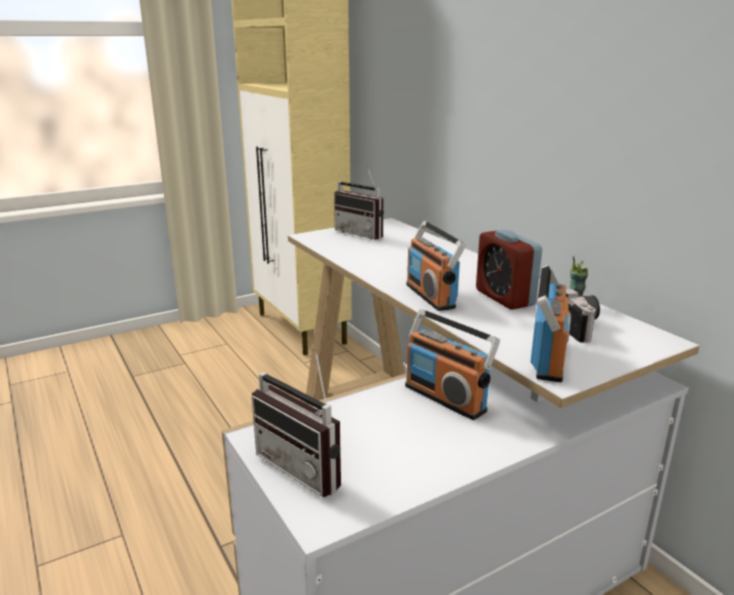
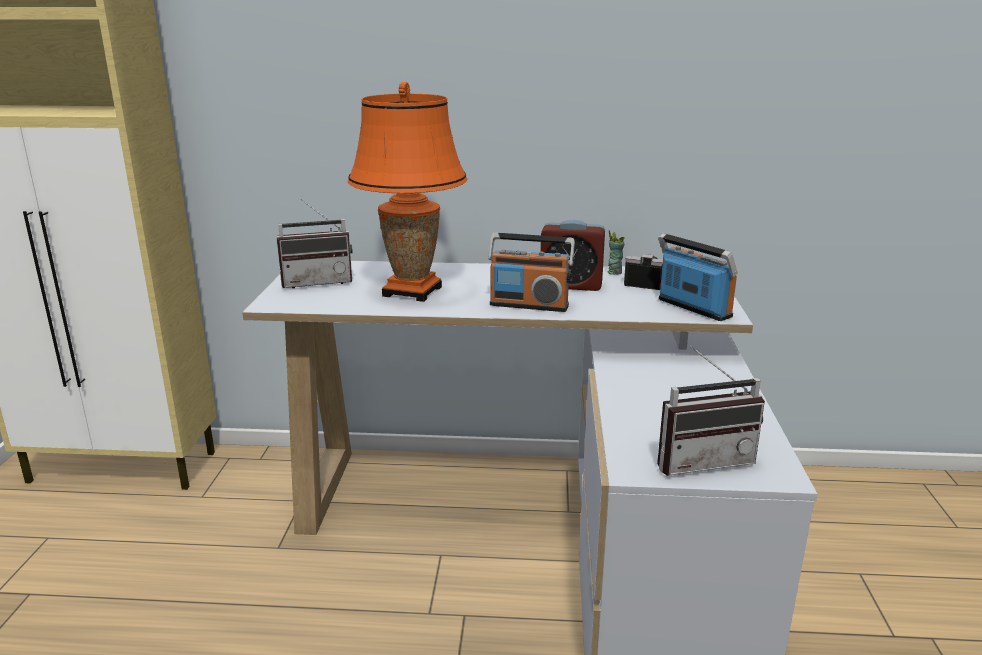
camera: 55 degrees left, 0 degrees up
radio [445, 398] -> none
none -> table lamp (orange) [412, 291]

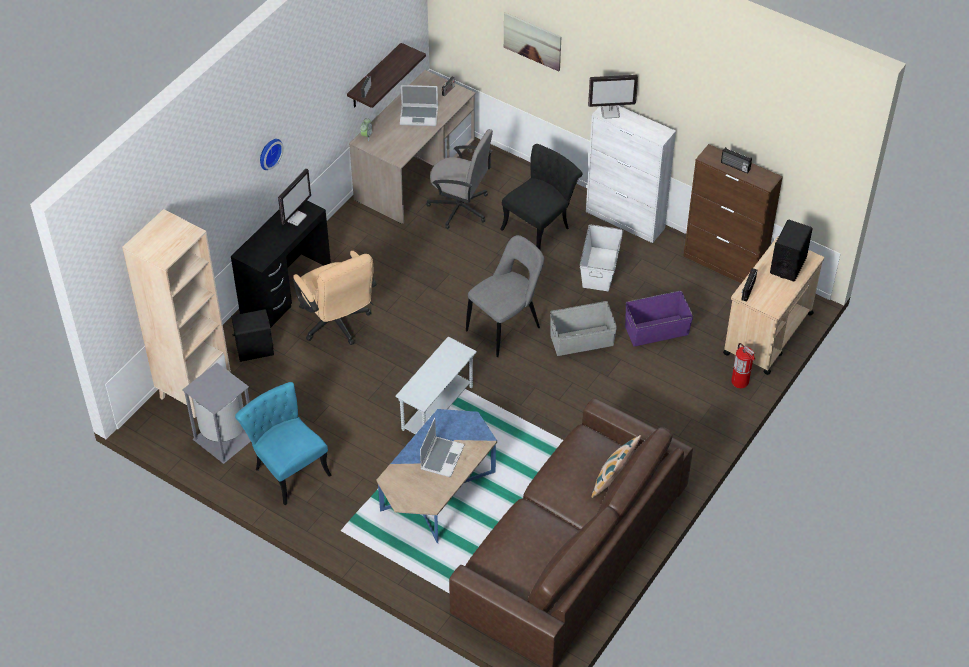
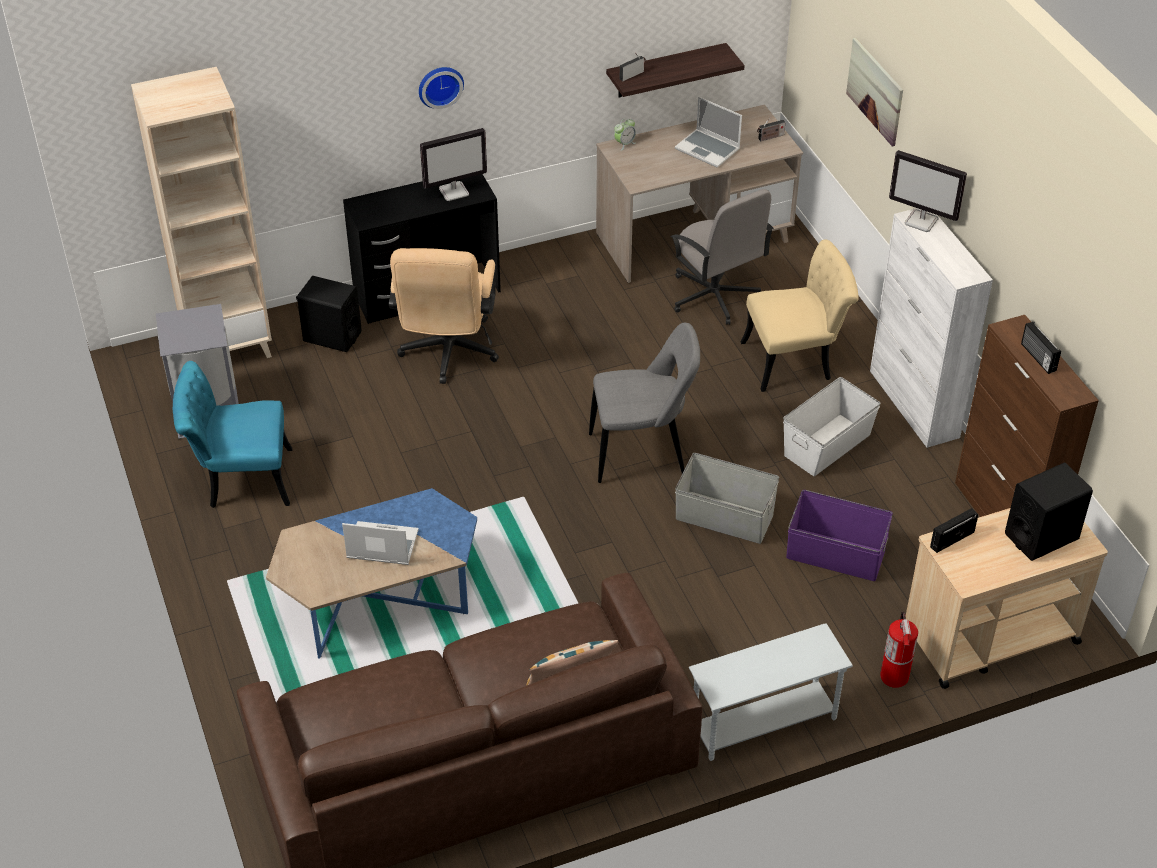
camera: 35 degrees right, 5 degrees down
chair (black) [540, 225] -> chair (beige) [796, 360]
side table (white) [438, 409] -> side table (white) [764, 723], relocated
chair (turquoise) [287, 467] -> chair (turquoise) [240, 479], 90 degrees counterclockwise
laptop [442, 457] -> laptop [381, 546], 135 degrees counterclockwise

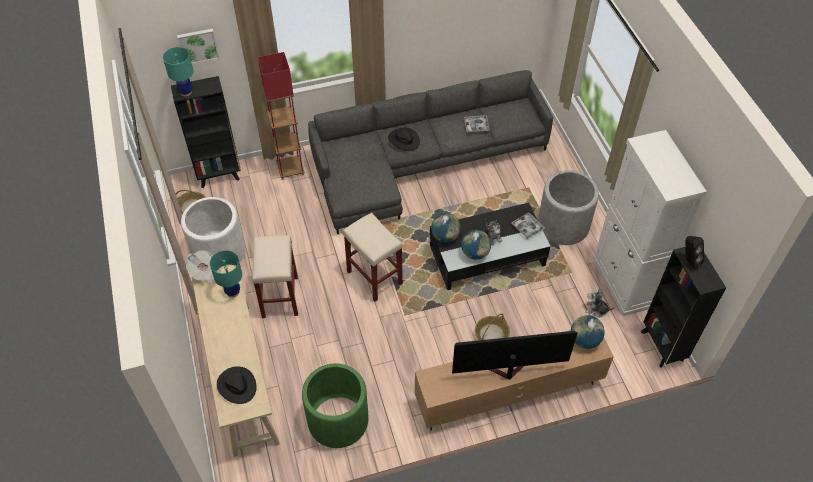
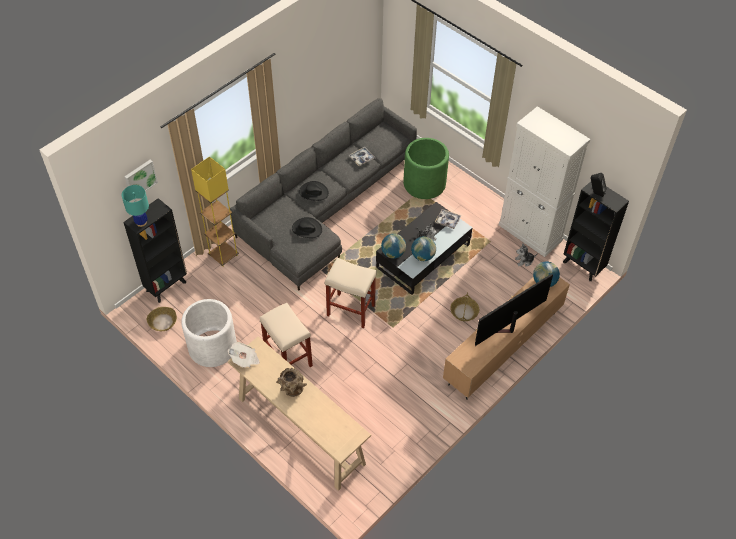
camera: 30 degrees left, 0 degrees up
floor lamp (red) [290, 169] -> floor lamp (yellow) [223, 255]
planter (grey) [563, 225] -> none
table lamp (turquoise) [232, 292] -> none
planter (green) [338, 420] -> planter (green) [424, 184], relocated
hat (black) [236, 385] -> hat (black) [307, 229], relocated
none -> vase (brown) [292, 391]

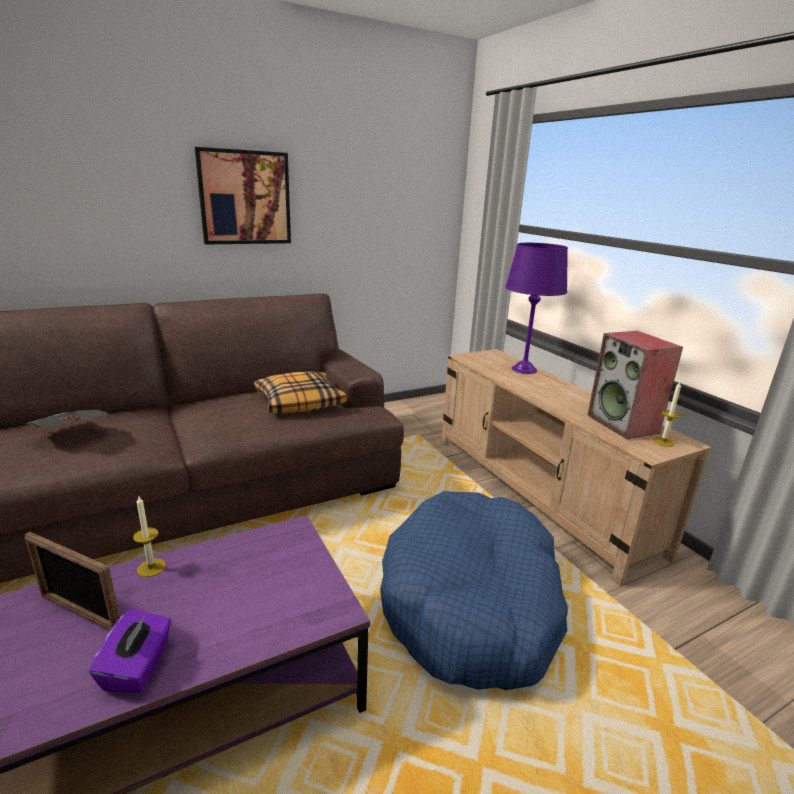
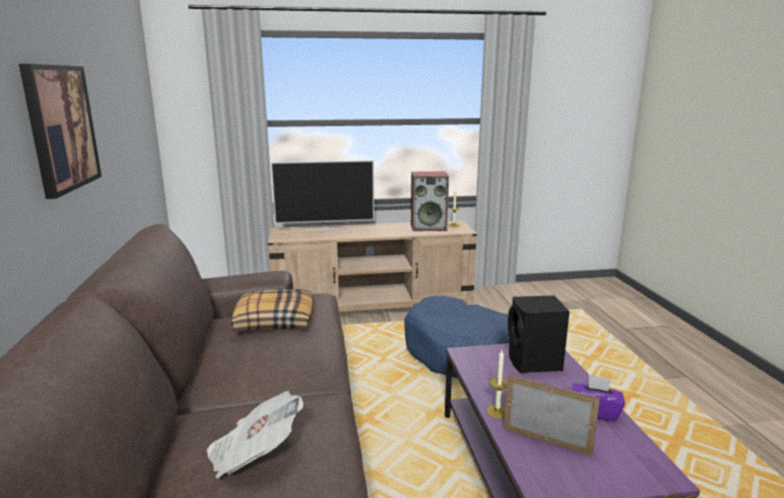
camera: 70 degrees left, 5 degrees down
table lamp (purple) [524, 369] -> television [325, 229]
picture frame [80, 613] -> picture frame [546, 440], 105 degrees counterclockwise
none -> speaker (black) [534, 363]

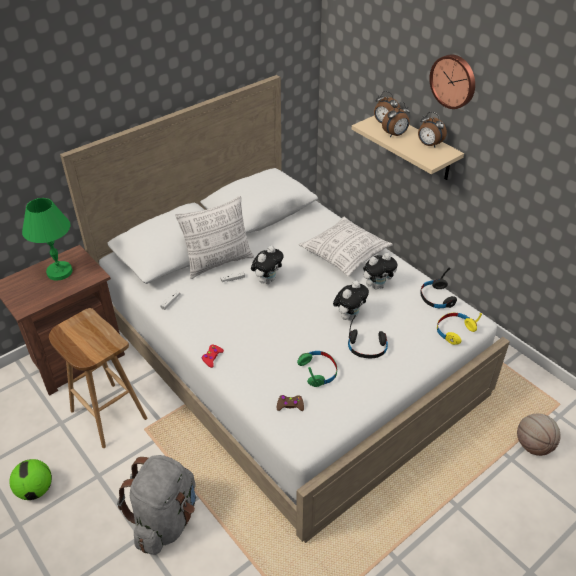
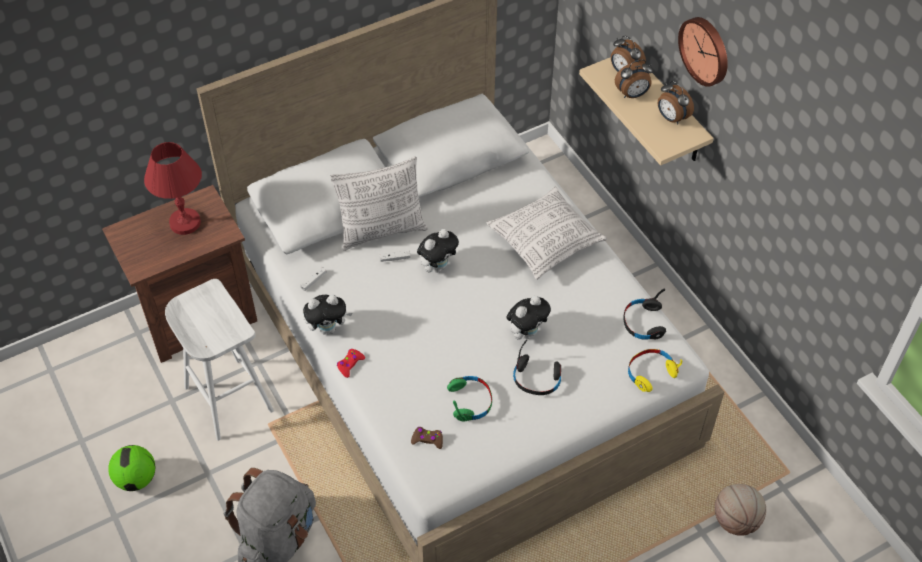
camera: 10 degrees right, 10 degrees up
table lamp (green) [59, 272] -> table lamp (red) [185, 223]
plush toy [377, 285] -> plush toy [328, 328], relocated
stool (brown) [107, 414] -> stool (white) [227, 398]

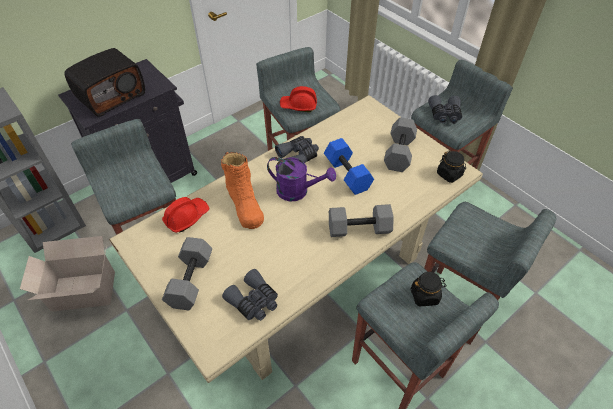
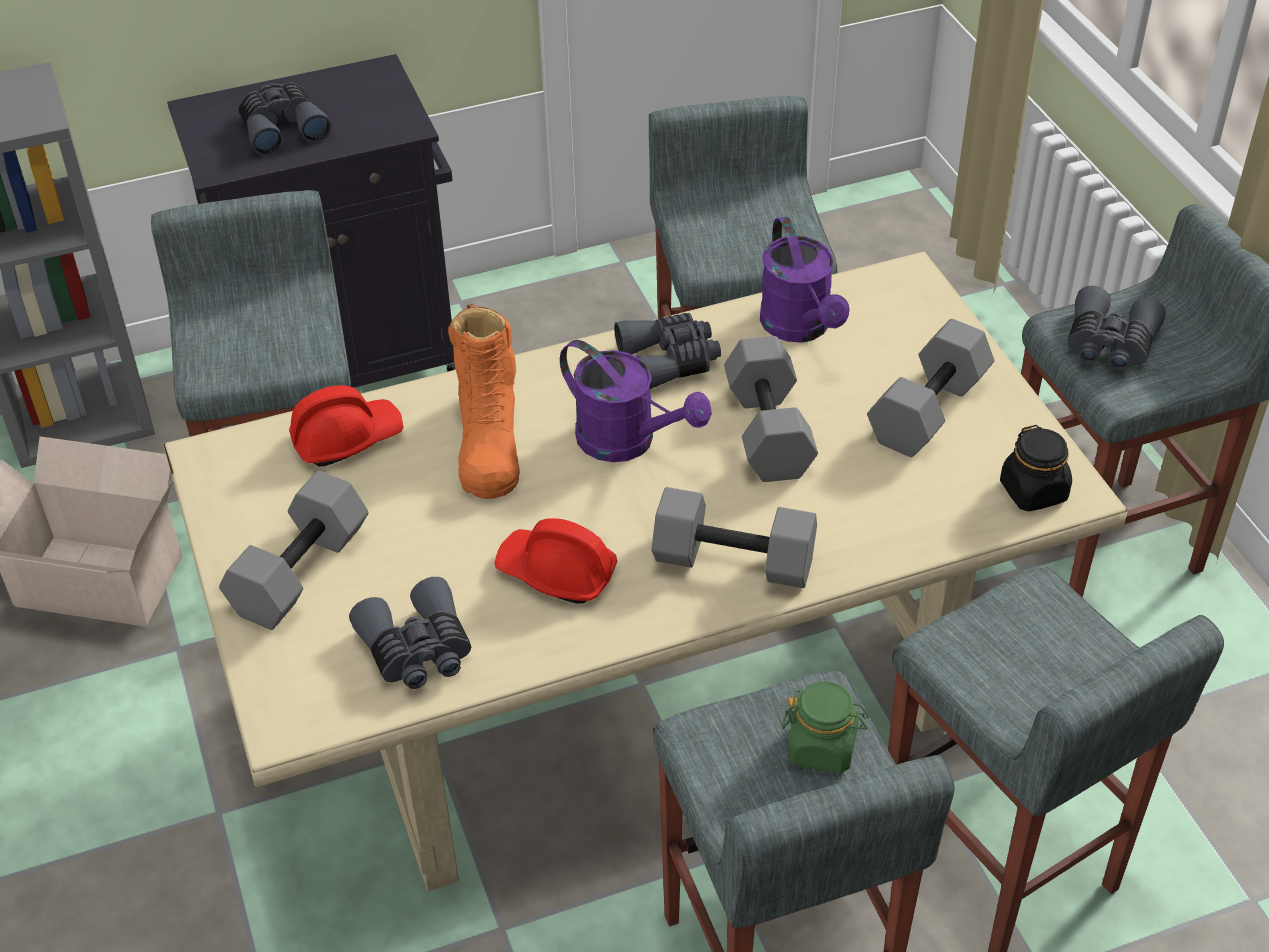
camera: 20 degrees right, 5 degrees down
radio [111, 96] -> binoculars (grey) [282, 128]
hard hat (red) [298, 106] -> hard hat (red) [556, 573], relocated
dumbbell (blue) [348, 174] -> dumbbell (grey) [771, 432]
jar (black) [425, 295] -> jar (green) [822, 747]
none -> watering can (purple) [800, 328]

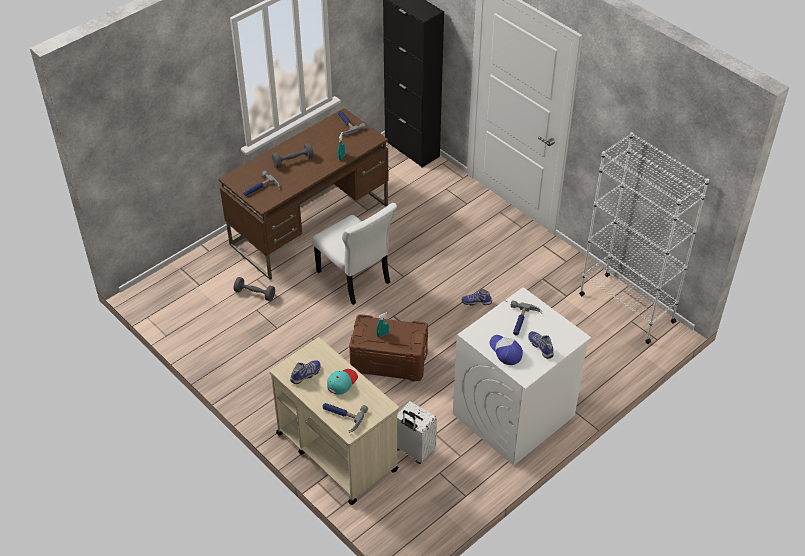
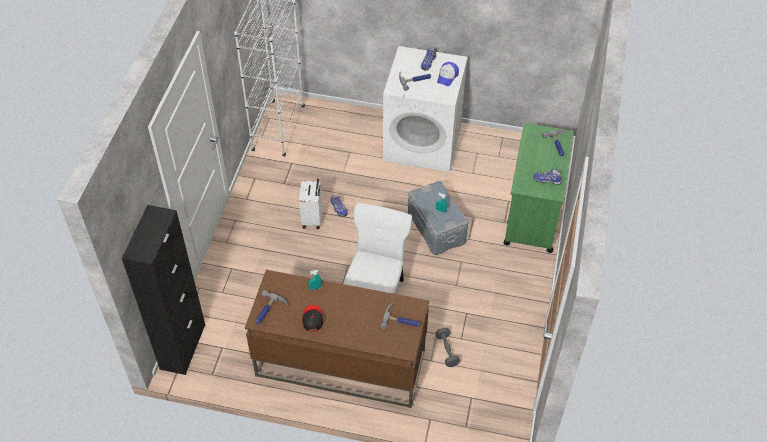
camera: 125 degrees left, 5 degrees up
dumbbell (grey) [293, 161] -> none
storage box (brown) [389, 360] -> storage box (grey) [435, 228]
cart (beige) [336, 451] -> cart (green) [533, 214]
cap (turquoise) [342, 382] -> none
suitcase (white) [413, 451] -> suitcase (white) [313, 219], relocated
none -> cap (black) [312, 319]

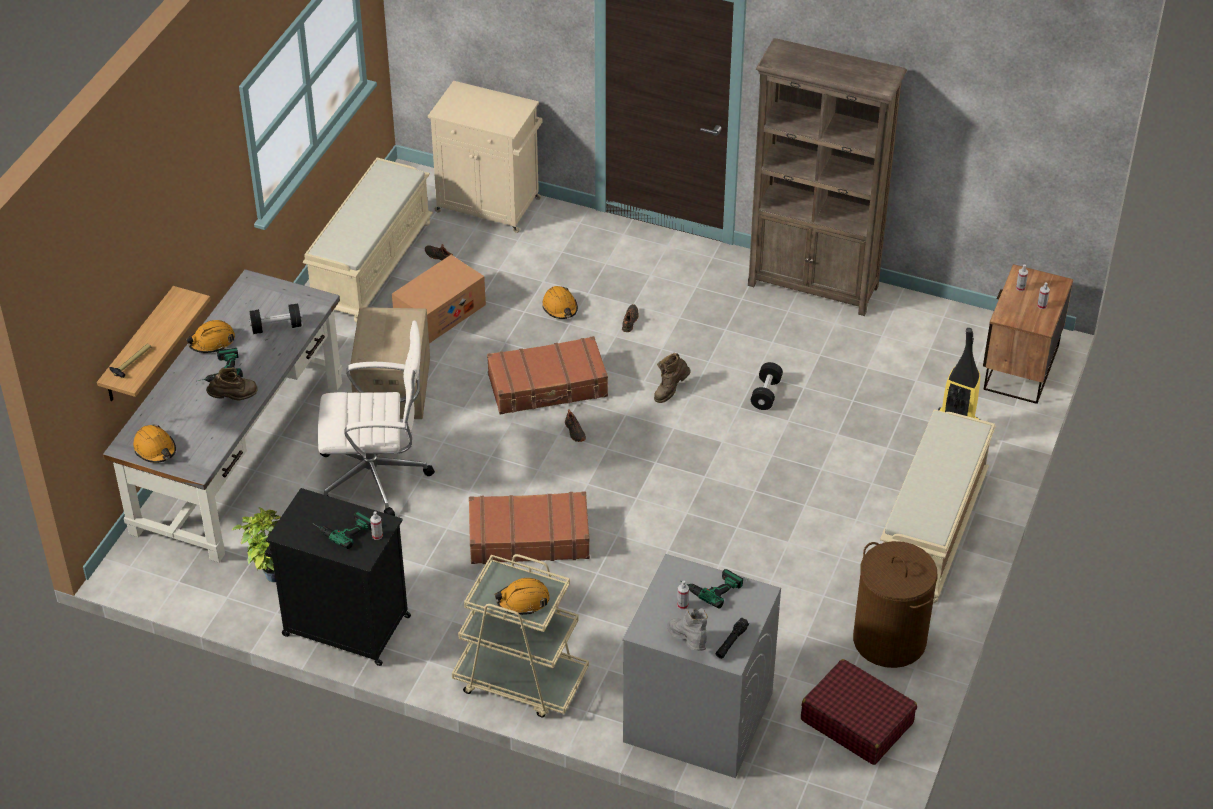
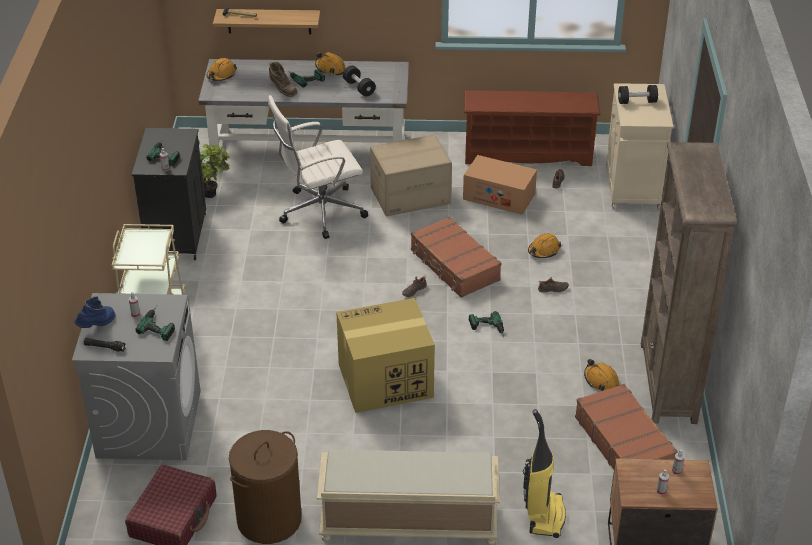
camera: 70 degrees right, 5 degrees down
bench (beige) [371, 264] -> shoe rack (brown) [528, 154]
office chair (white) [377, 477] -> office chair (white) [319, 212], 90 degrees clockwise
boot (brown) [670, 390] -> power drill [488, 329]
dumbbell (black) [766, 394] -> dumbbell (black) [637, 101], relocated
suitcase (brown) [528, 537] -> suitcase (brown) [624, 443], relocated
hard hat (orange) [523, 601] -> hard hat (orange) [601, 380], relocated
boot (grey) [688, 643] -> boot (blue) [97, 326]
none -> cardboard box [384, 381]

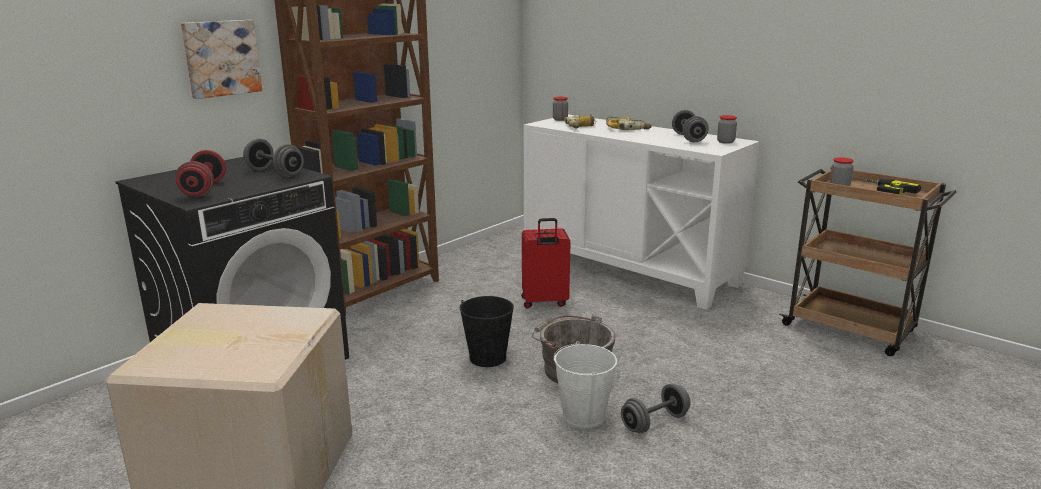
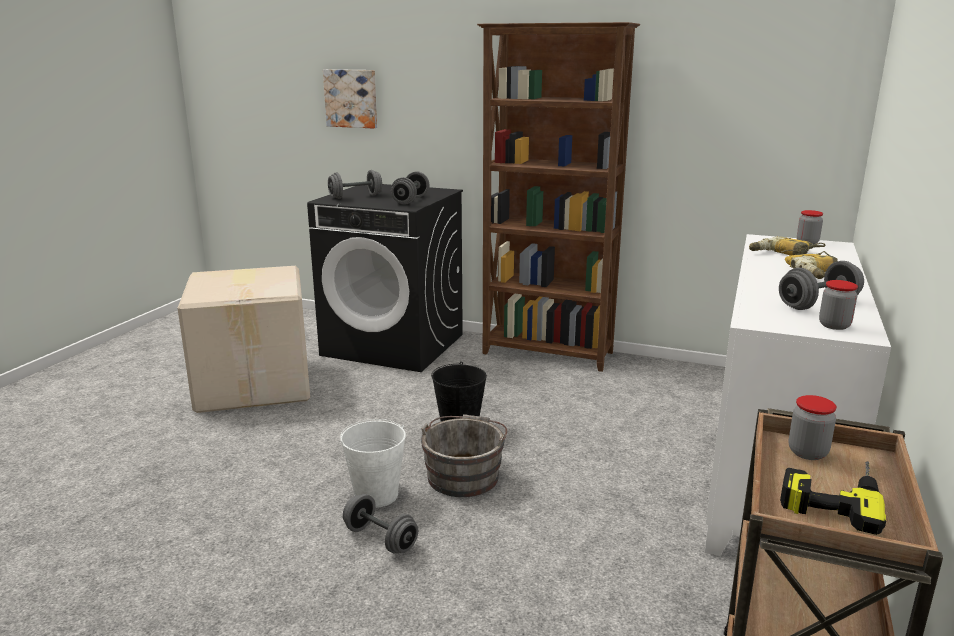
camera: 70 degrees right, 0 degrees up
picture [221, 58] -> picture [351, 98], relocated
dumbbell (red) [204, 189] -> dumbbell (grey) [355, 196]
suitcase (red) [544, 302] -> none

